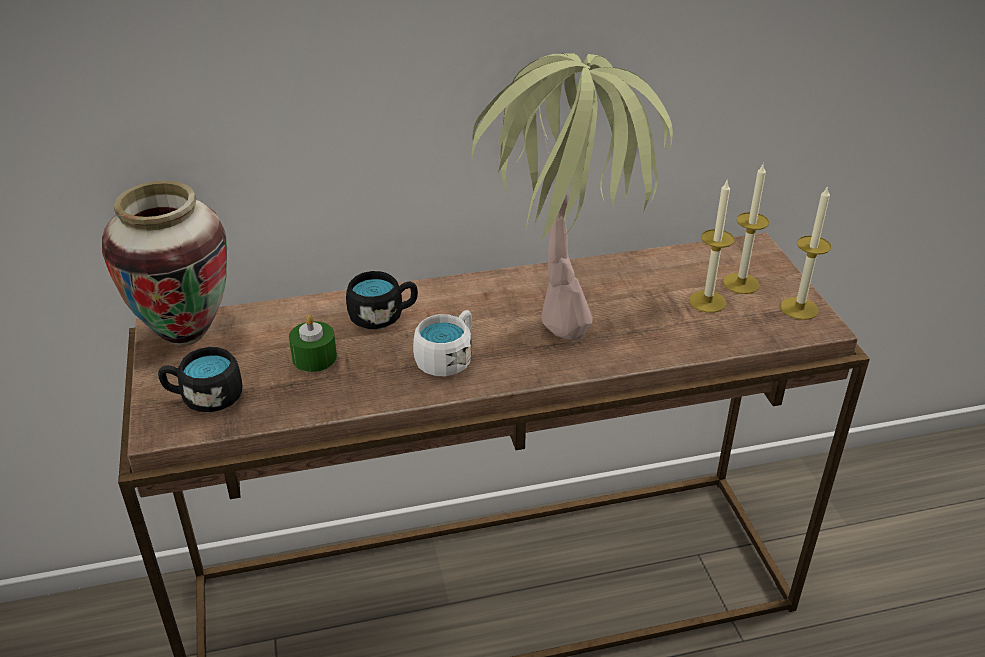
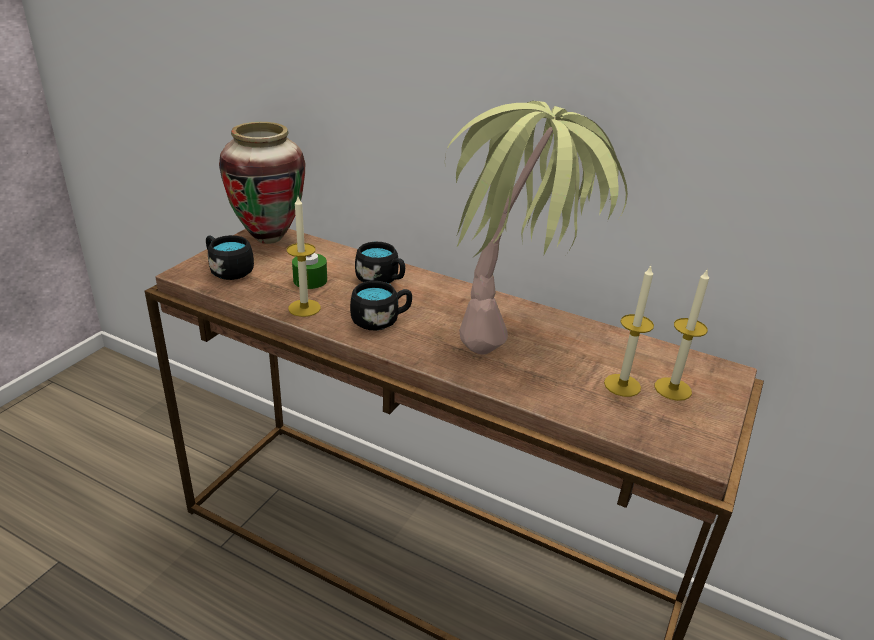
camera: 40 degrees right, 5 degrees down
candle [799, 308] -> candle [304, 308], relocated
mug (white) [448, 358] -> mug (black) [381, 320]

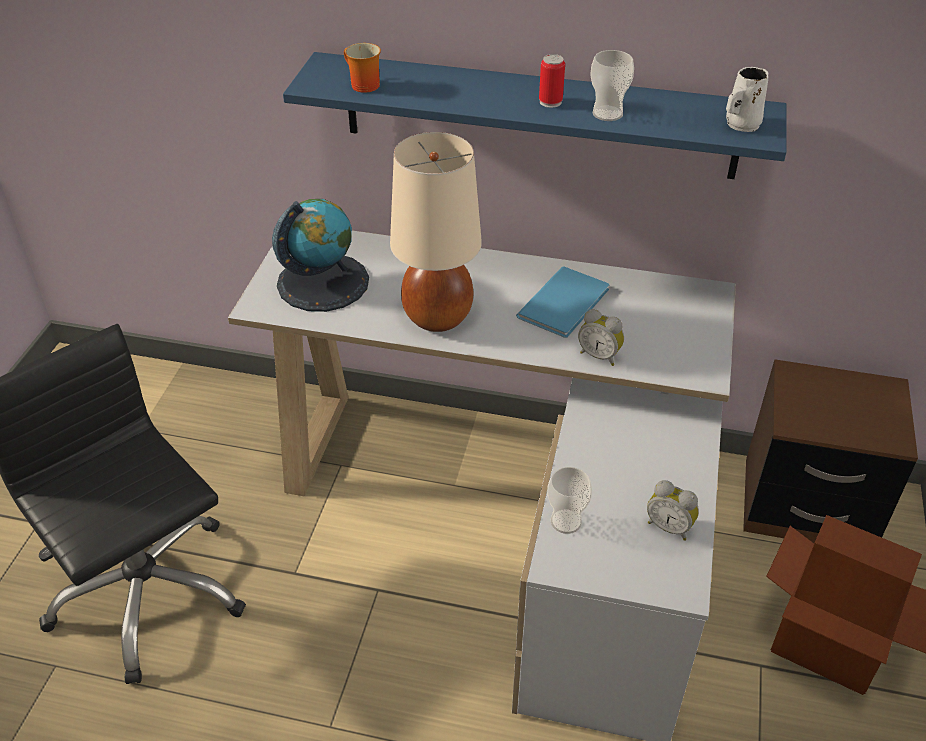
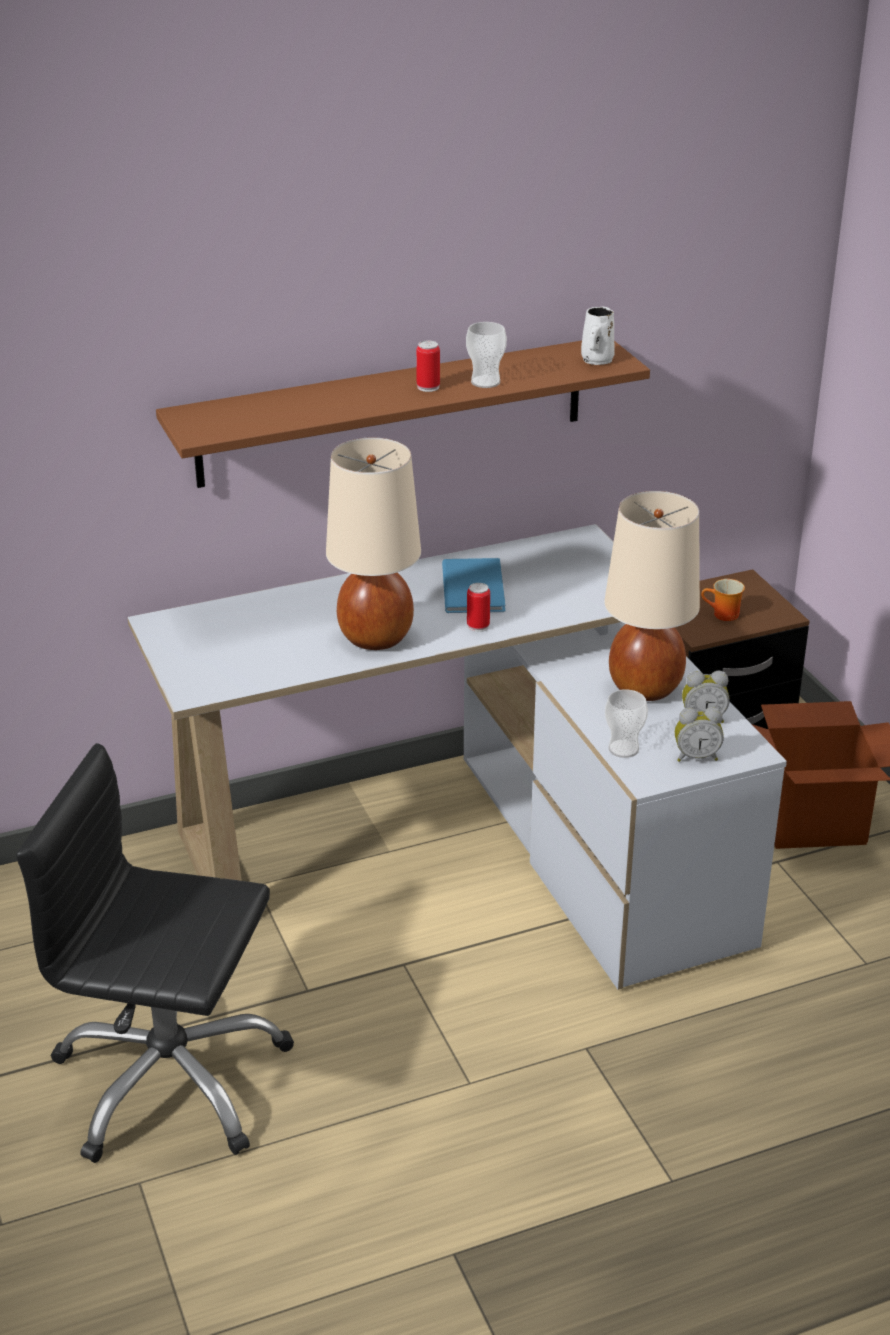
camera: 35 degrees left, 10 degrees down
mug [361, 85] -> mug [723, 615], relocated
shelf (blue) [538, 116] -> shelf (brown) [392, 411]
globe [323, 282] -> none
alarm clock [600, 355] -> alarm clock [696, 756], relocated
none -> table lamp (beige) [644, 688]
none -> can [478, 626]

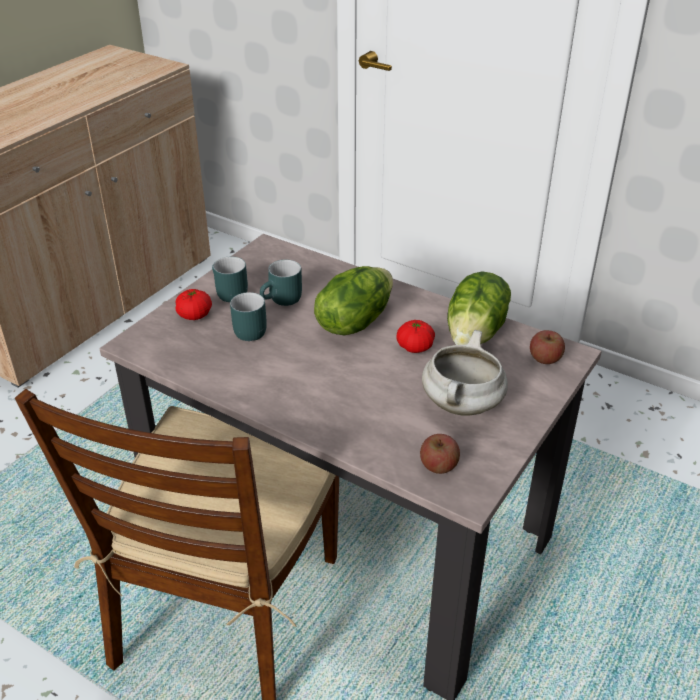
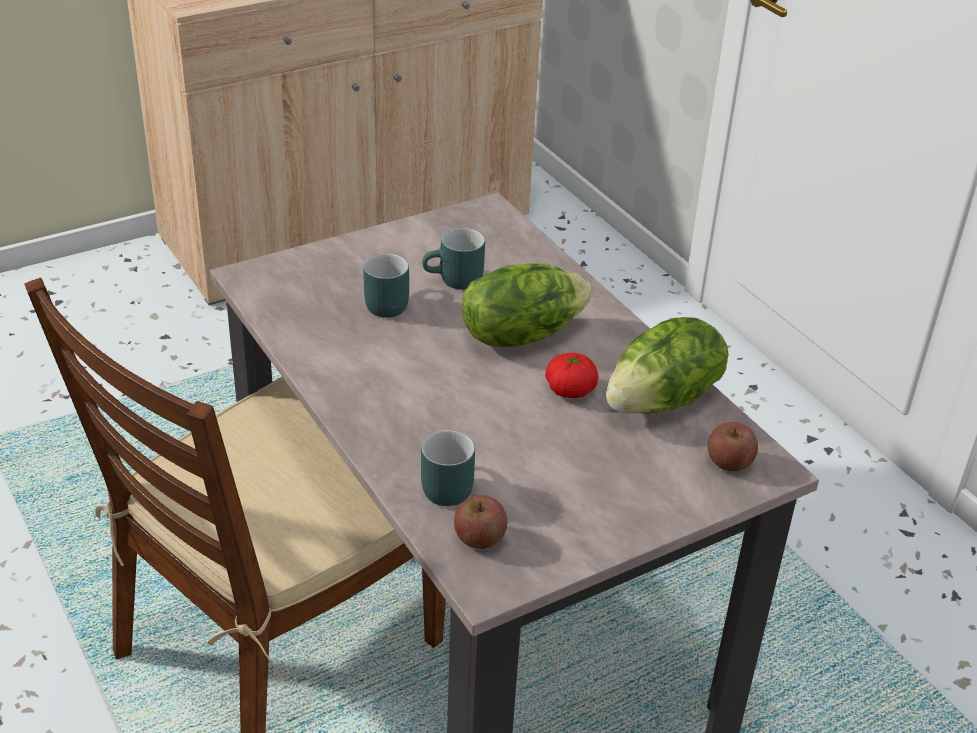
camera: 25 degrees right, 0 degrees up
mug (turquoise) [227, 293] -> mug (turquoise) [441, 485], relocated
tomato [194, 315] -> none
cooking pot (white) [462, 406] -> none

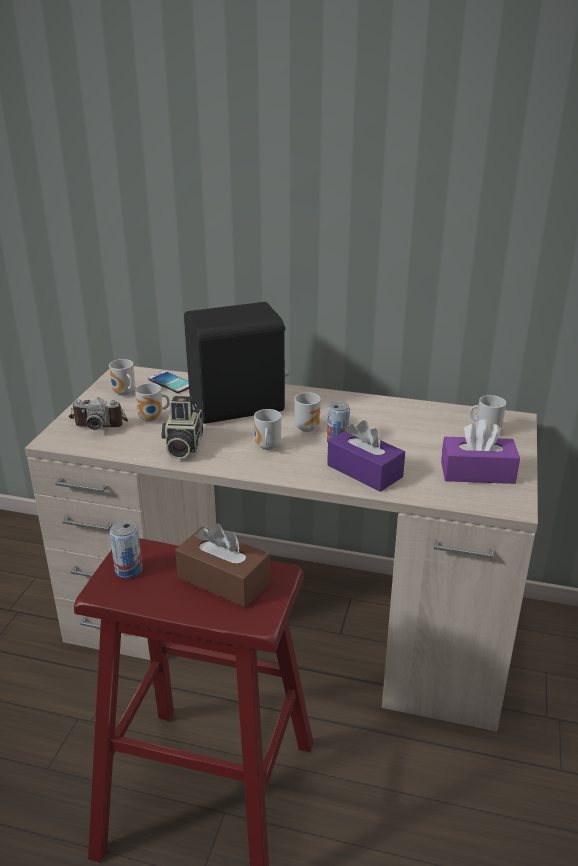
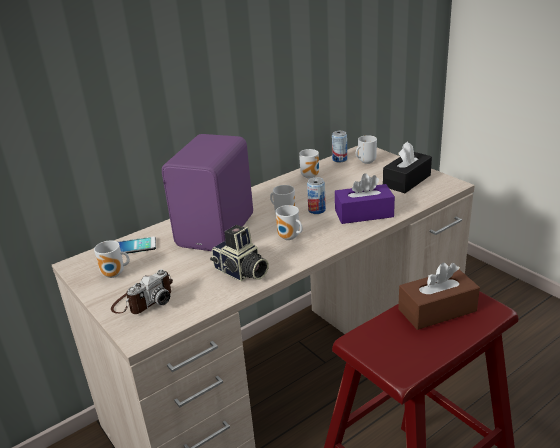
camera: 50 degrees left, 0 degrees up
speaker (black) [239, 408] -> speaker (purple) [218, 230]
mug [153, 419] -> mug [311, 176], relocated
tissue box (purple) [477, 472] -> tissue box (black) [406, 181]
can [128, 569] -> can [339, 159], relocated

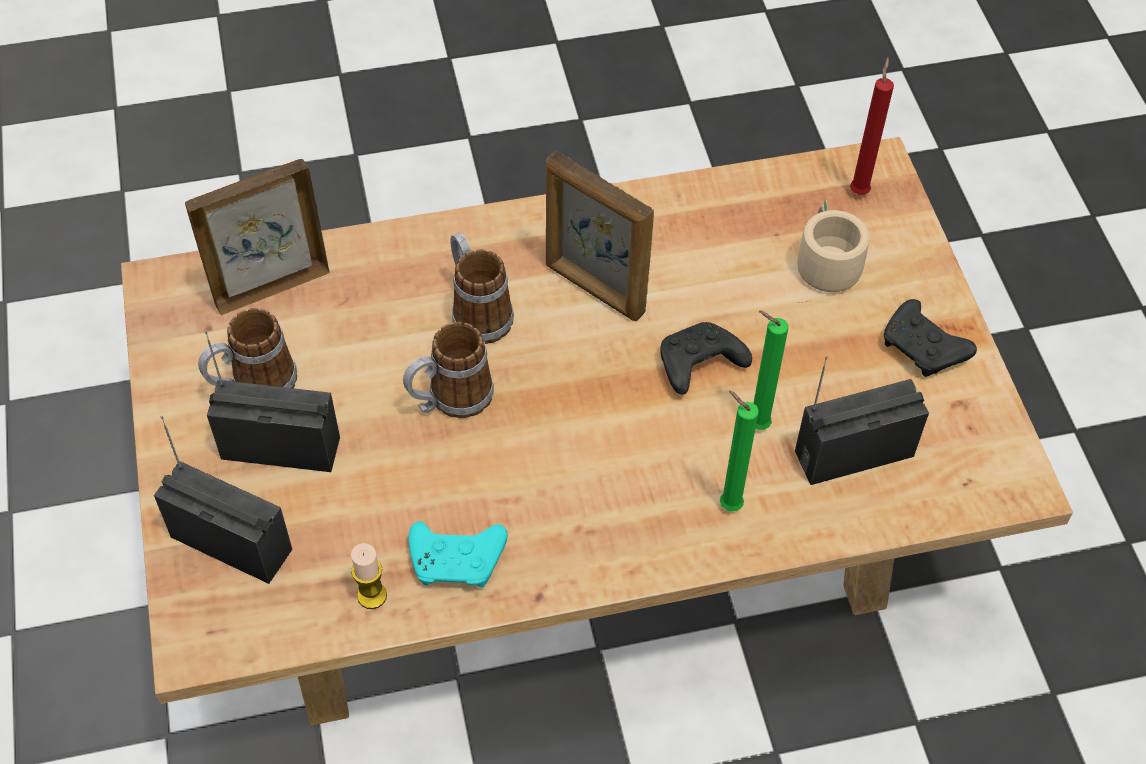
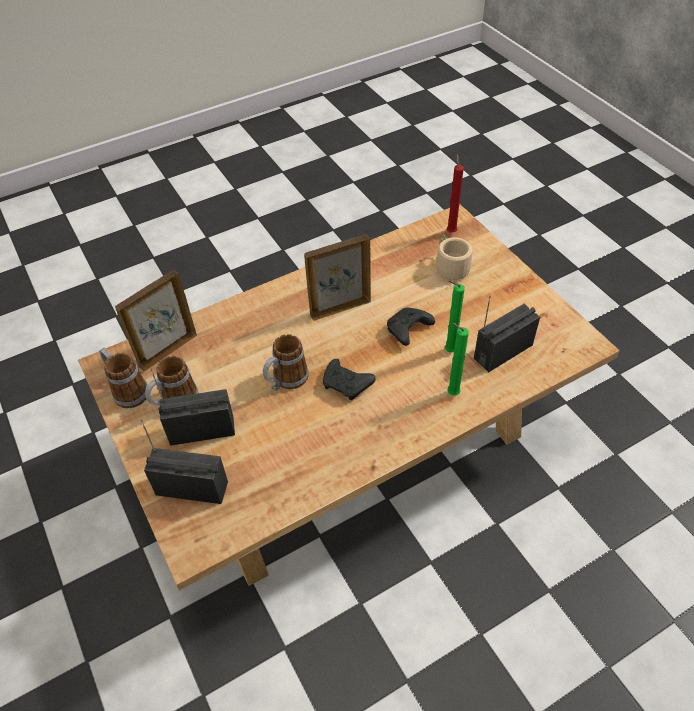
camera: 15 degrees left, 5 degrees down
picture frame [594, 289] -> picture frame [339, 308], 135 degrees clockwise
mug [477, 311] -> mug [127, 390], relocated
game controller (black) [923, 349] -> game controller (black) [347, 385], relocated
game controller (turquoise) [458, 561] -> none
candle [372, 596] -> none

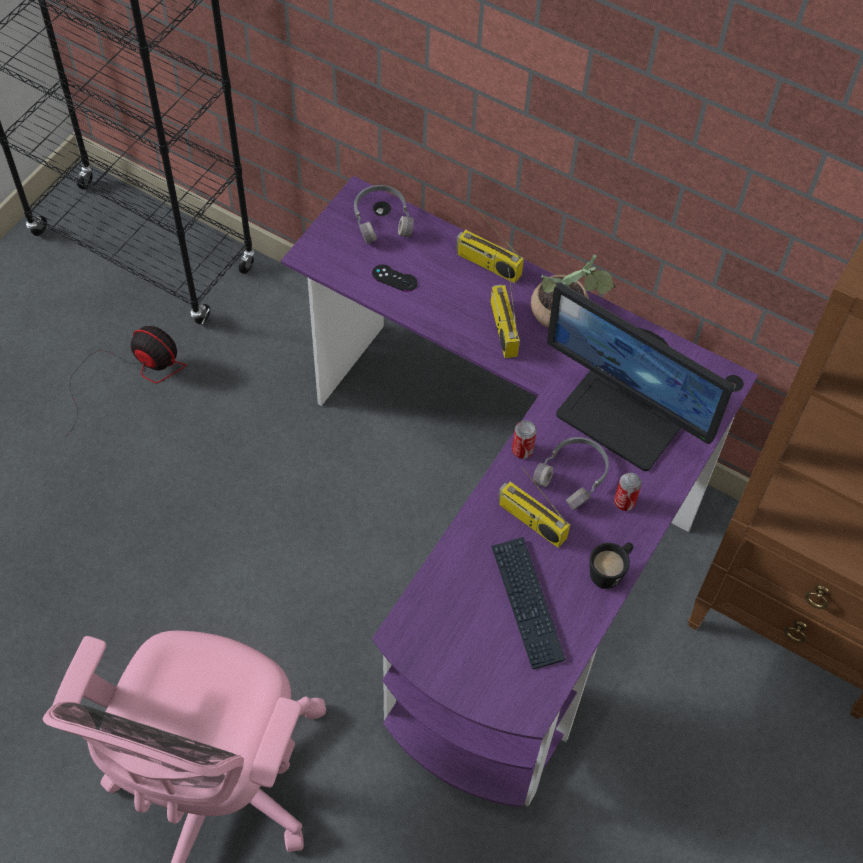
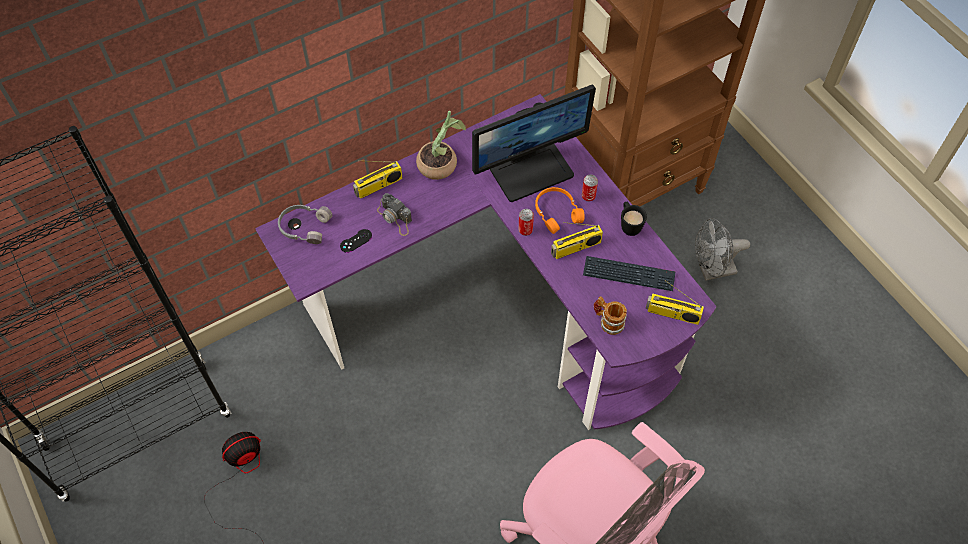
camera: 60 degrees left, 0 degrees up
radio [502, 328] -> radio [672, 314], relocated
headphones (grey) [574, 475] -> headphones (orange) [557, 212]
none -> photo camera [395, 218]
none -> fan (grey) [712, 271]
none -> mug [608, 321]

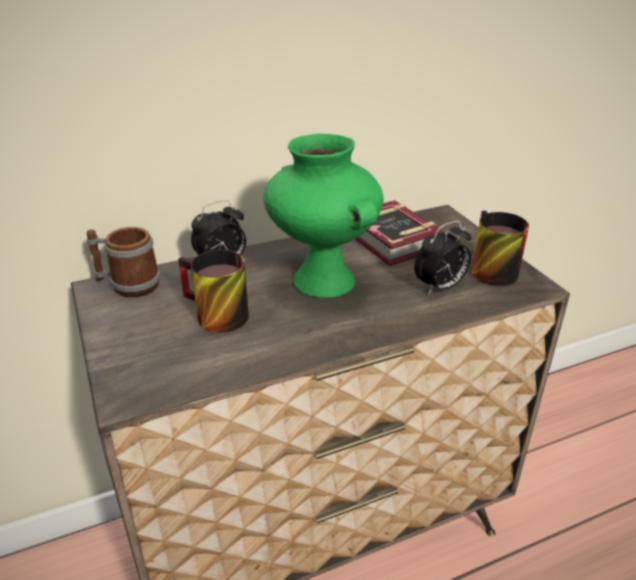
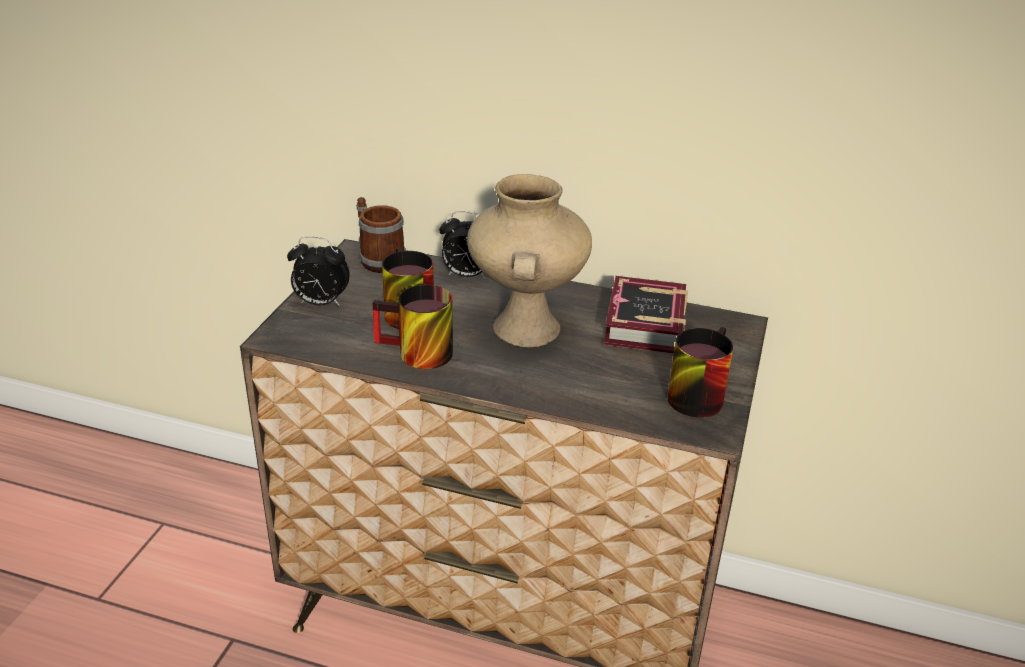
camera: 40 degrees right, 0 degrees up
vase (green) [321, 280] -> vase (beige) [525, 327]
alarm clock [440, 287] -> alarm clock [320, 303], relocated
none -> mug [415, 355]

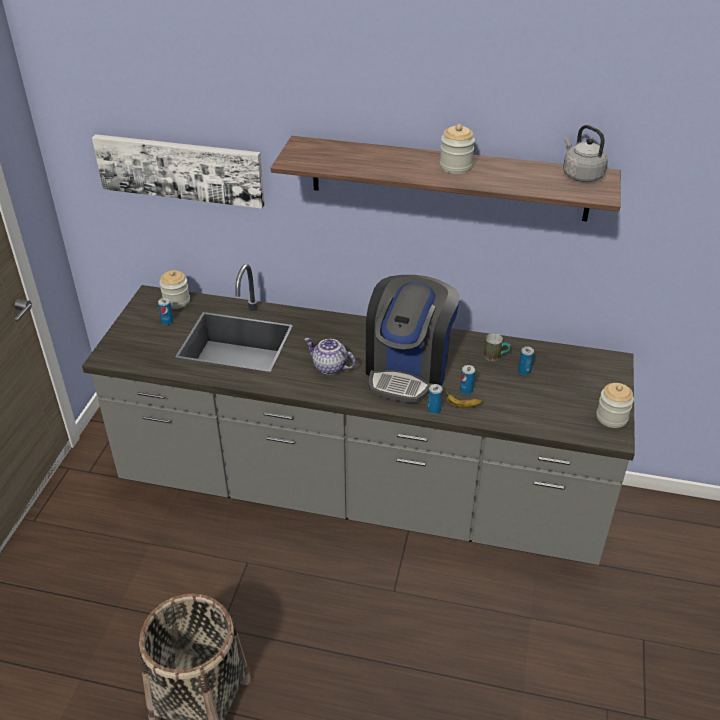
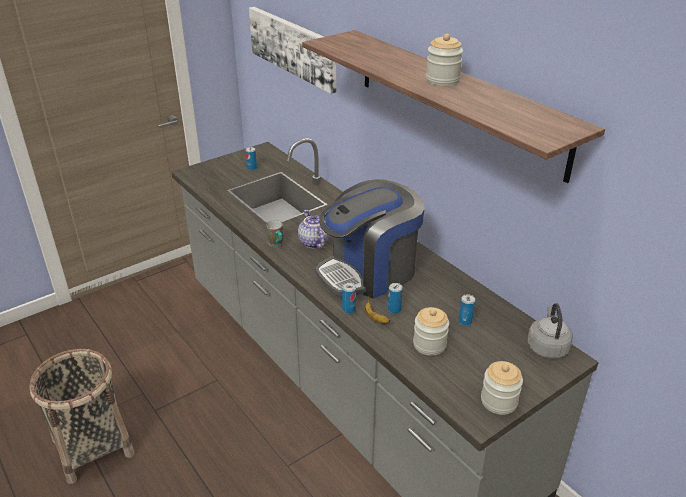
camera: 40 degrees right, 5 degrees down
kettle (grey) [581, 175] -> kettle (grey) [547, 346], relocated
jar [176, 301] -> jar [429, 344], relocated
mug [496, 357] -> mug [277, 244], relocated

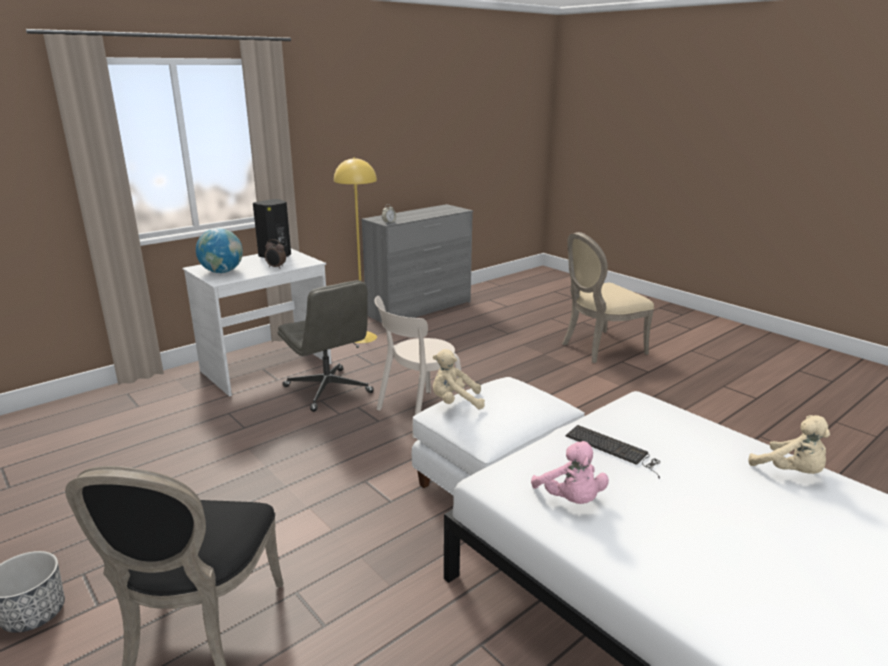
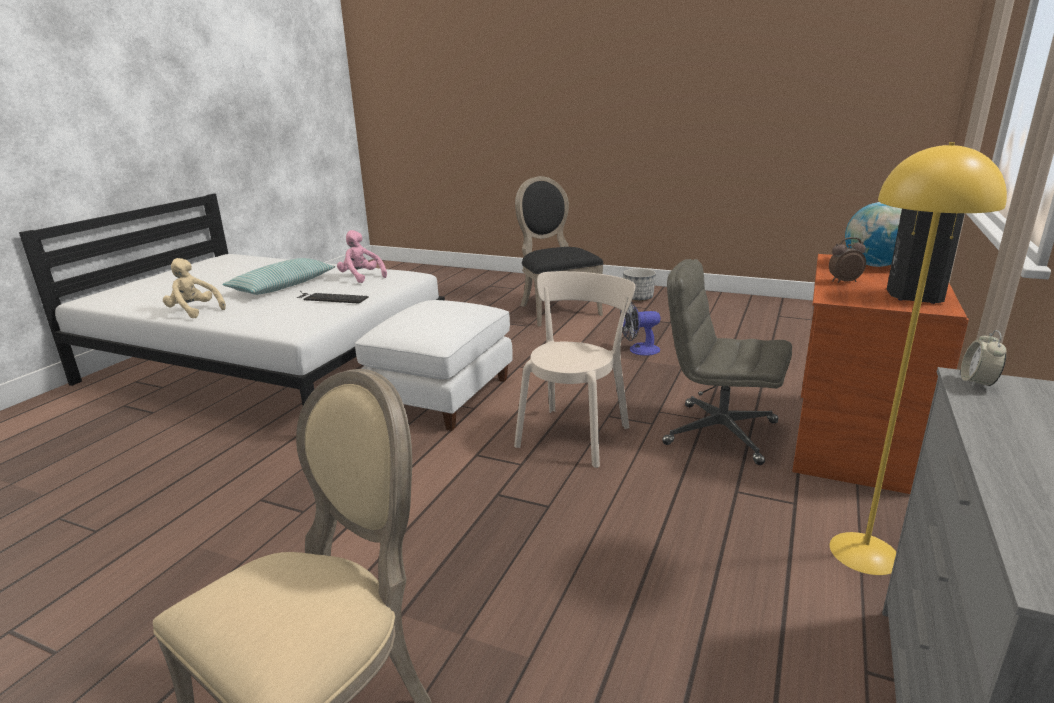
camera: 155 degrees right, 0 degrees up
desk (white) [267, 368] -> desk (brown) [851, 439]
plush toy (beige) [455, 402] -> none
none -> pillow [283, 286]
none -> fan [639, 350]

